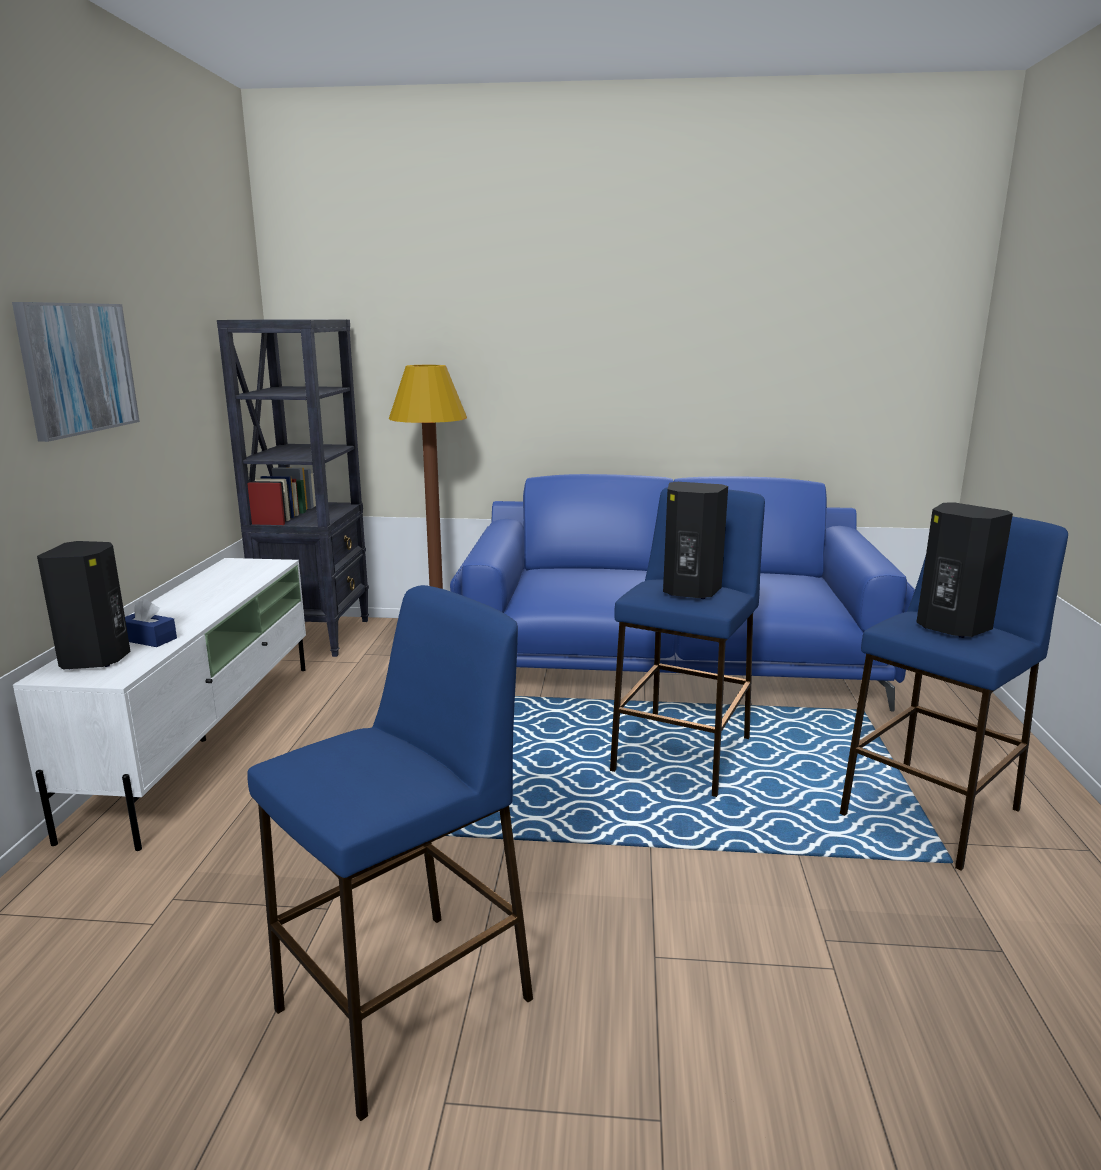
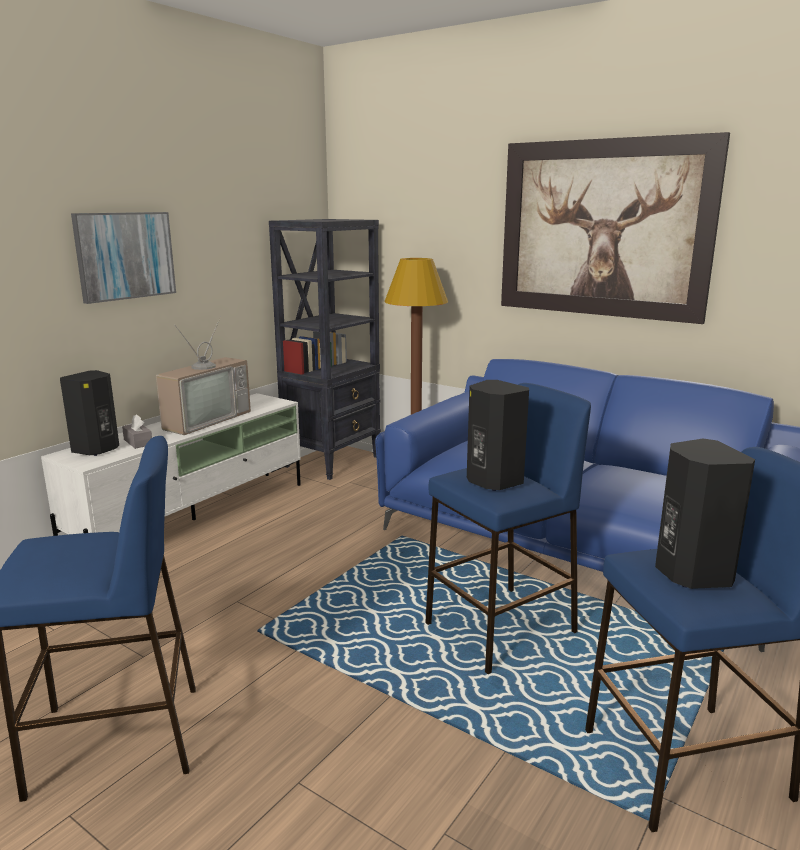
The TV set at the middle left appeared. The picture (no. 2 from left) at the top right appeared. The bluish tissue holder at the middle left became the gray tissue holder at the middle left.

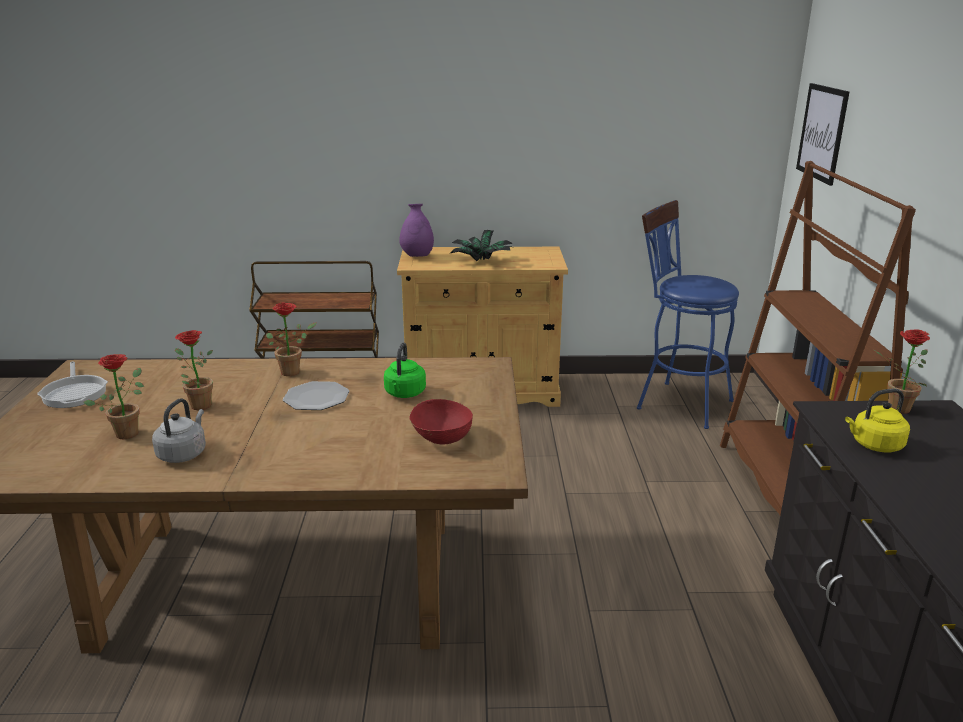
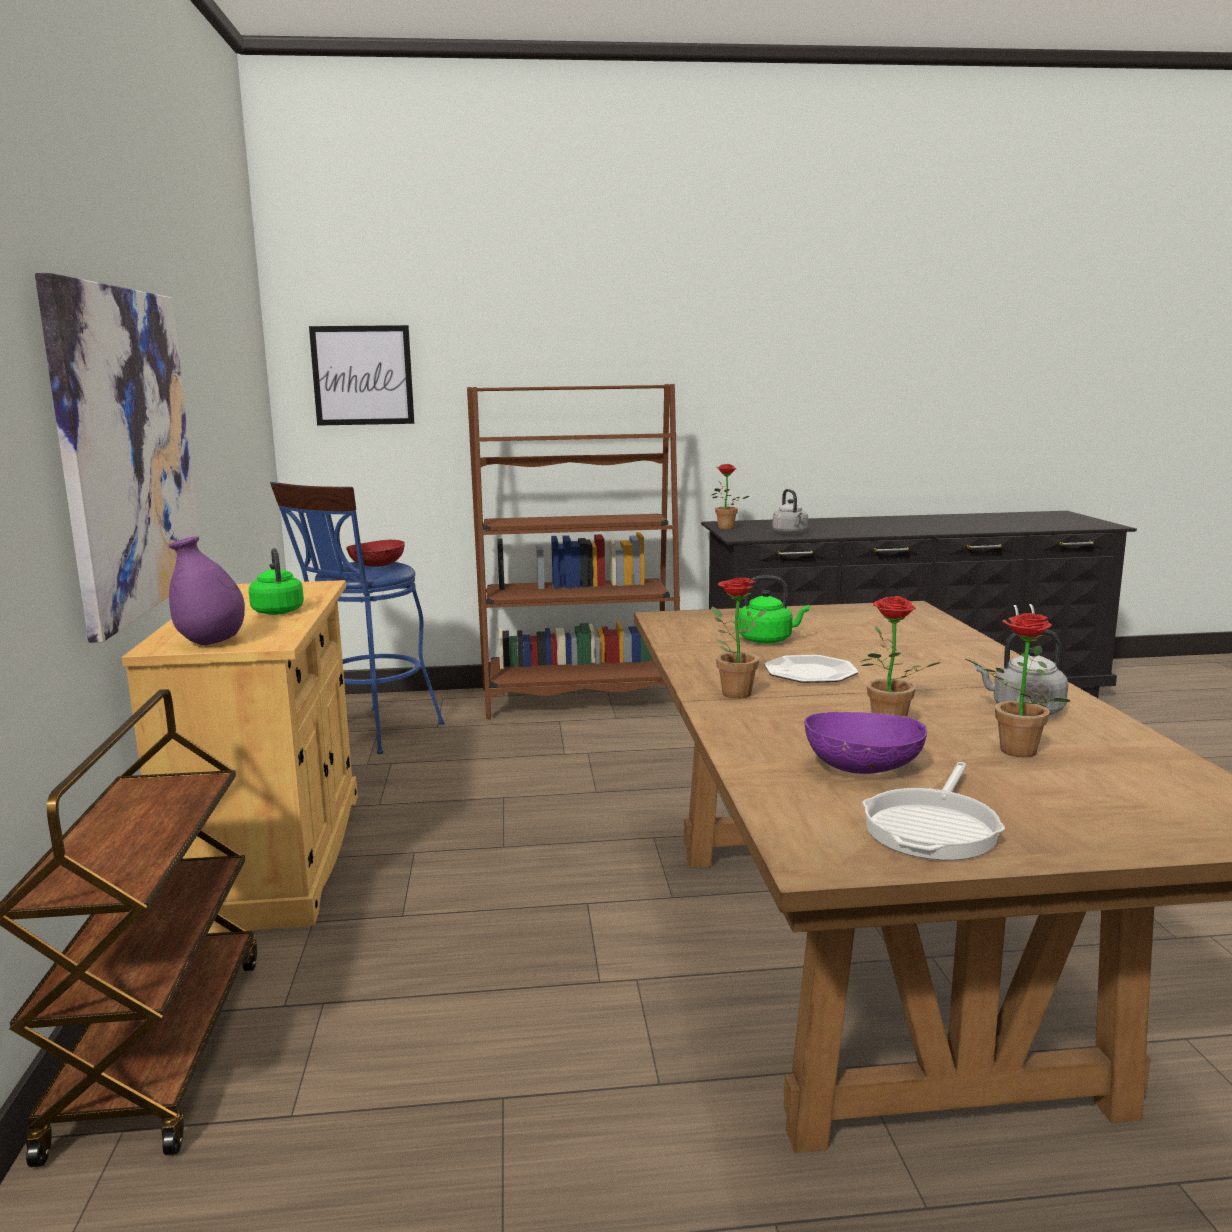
The picture (no. 1 from left) at the middle left appeared. The purplish deep dish at the middle right appeared. The reddish deep dish moved from the centre to the middle left. The houseplant (no. 4 from left) at the centre was replaced by the green-coloured kettle (no. 1 from left) at the middle left. The yellow-coloured kettle at the middle right became the gray kettle (no. 1 from left) at the centre. The frying pan at the middle left turned 150 degrees clockwise.

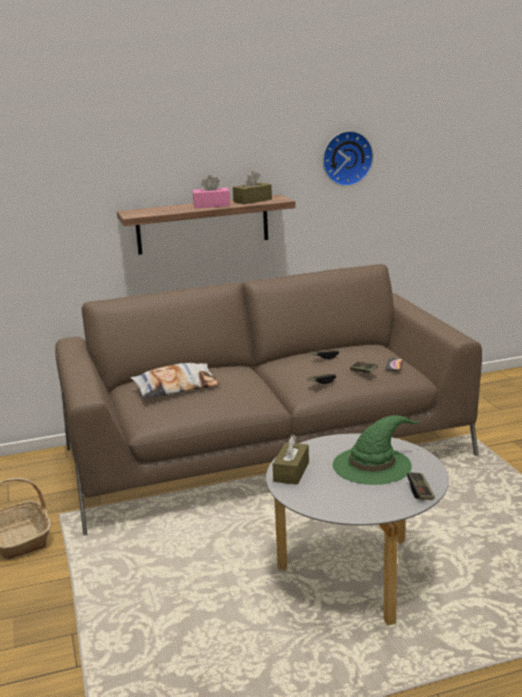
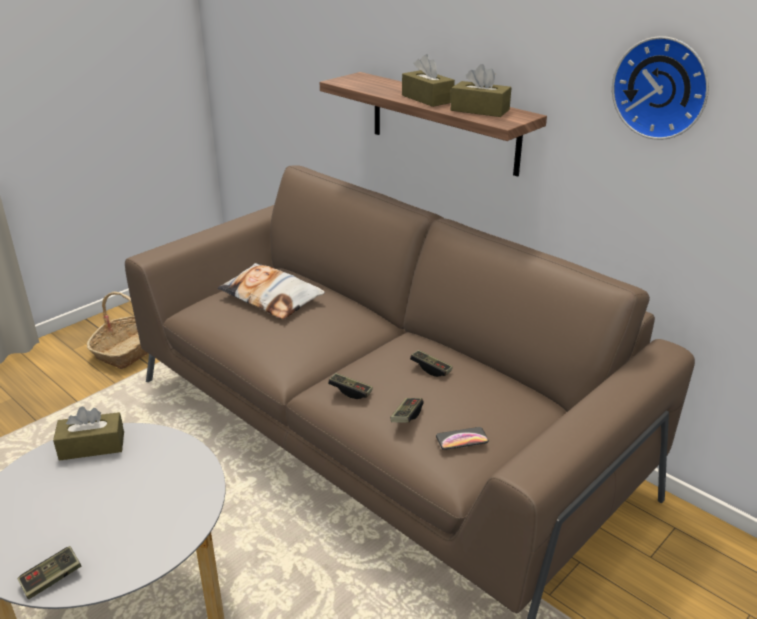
The green-coloured hat at the middle right disappeared. The pink-coloured tissue holder at the top centre became the brown tissue holder (no. 2 from left) at the top centre.

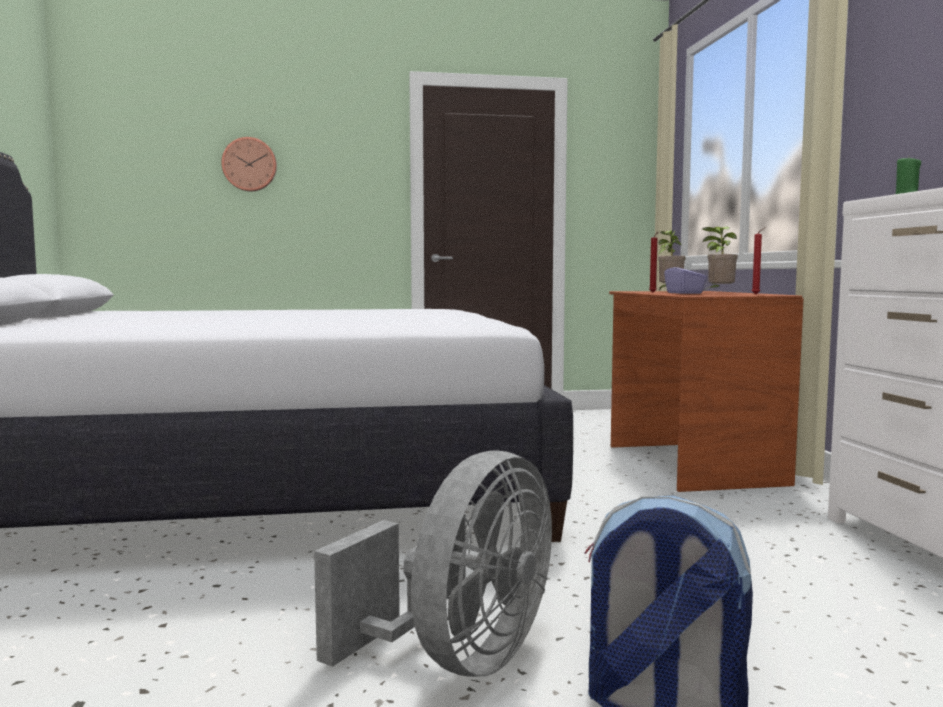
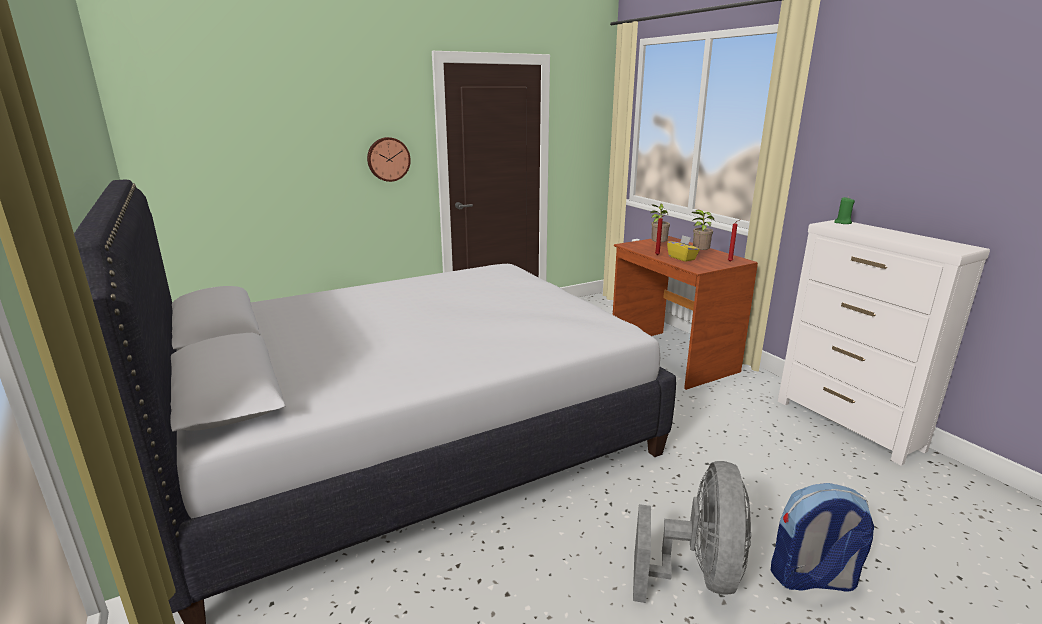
The wall clock moved from the top left to the top centre. The purplish tissue holder at the middle right became the yellow-coloured tissue holder at the centre.

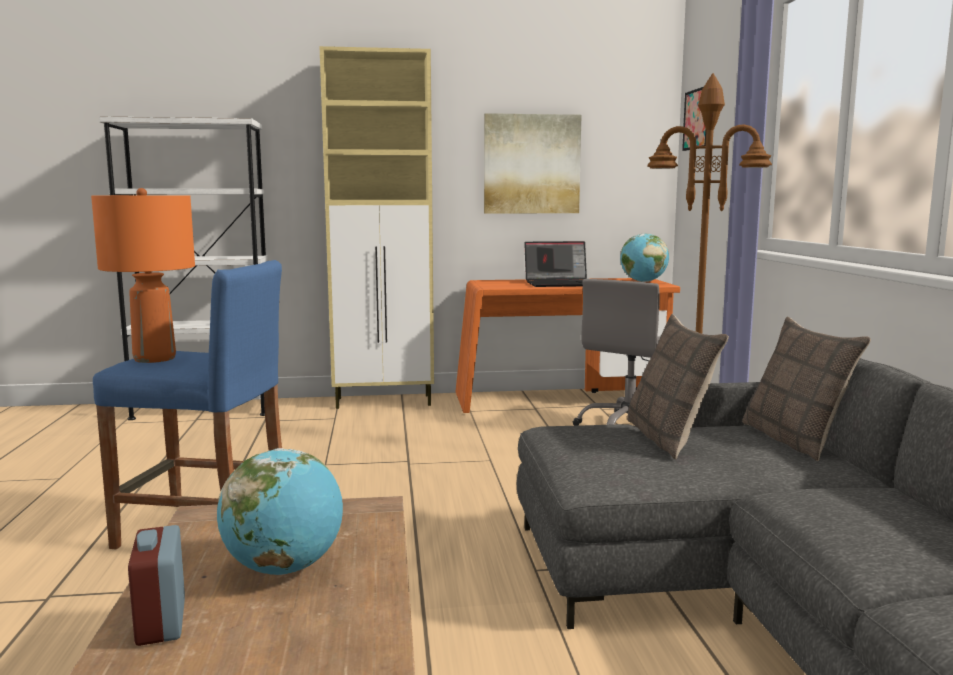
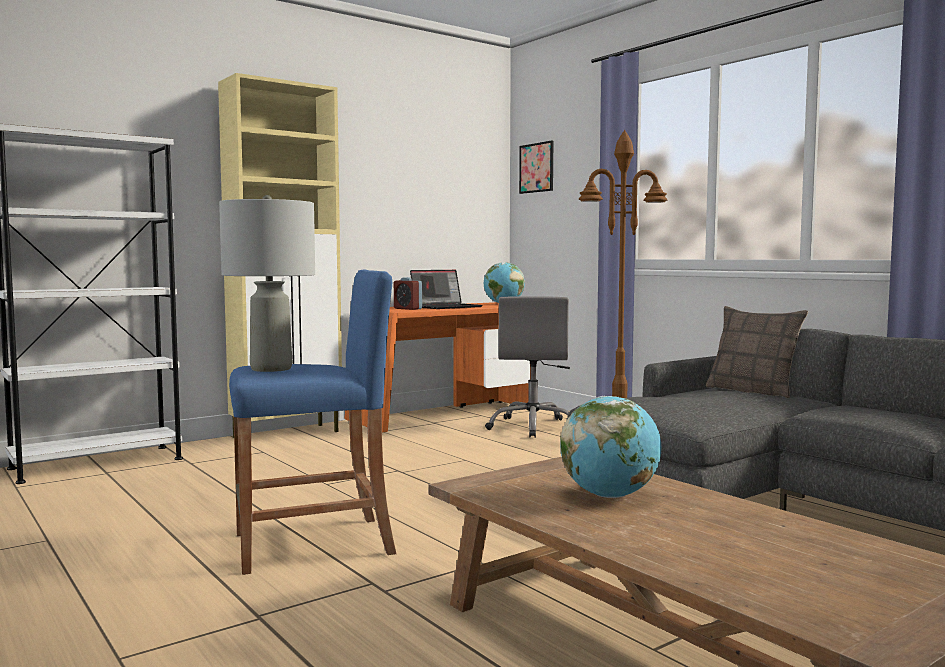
The picture (no. 1 from left) at the top centre disappeared. The cushion (no. 1 from left) at the middle right disappeared. The alarm clock moved from the bottom left to the centre. The orange-coloured tabletop lamp at the middle left became the gray tabletop lamp at the middle left.

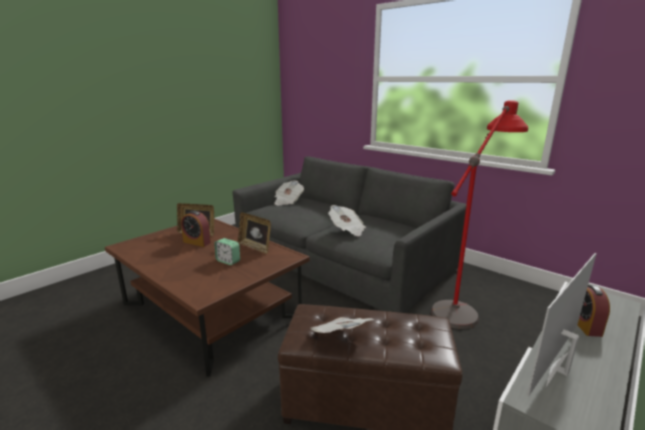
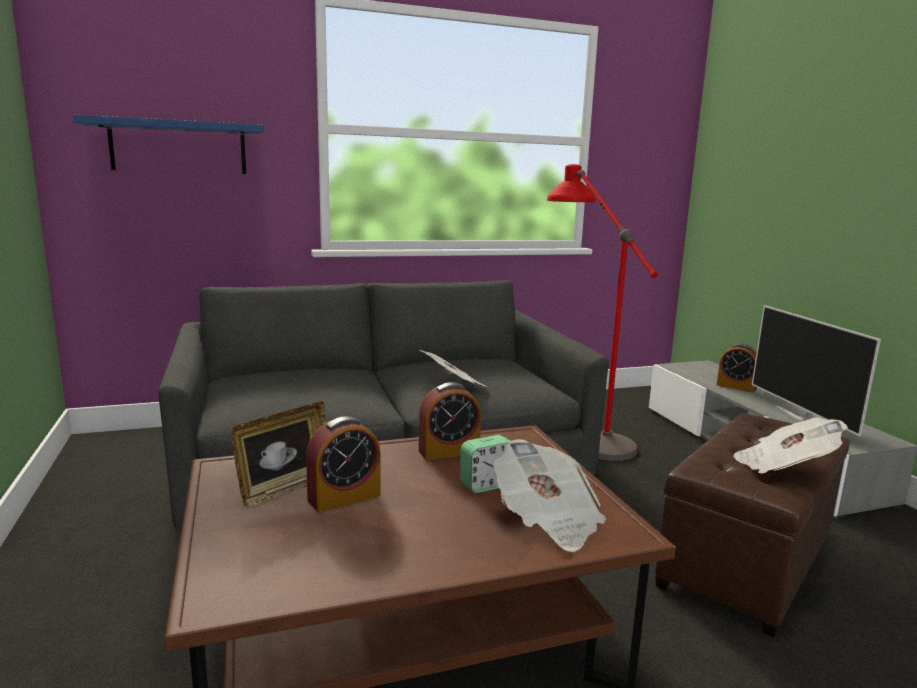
The bluish shelf at the top left appeared. The newspaper (no. 1 from left in the first image) moved from the centre to the bottom centre. The picture frame (no. 2 from left) at the centre was replaced by the alarm clock (no. 2 from left) at the centre.

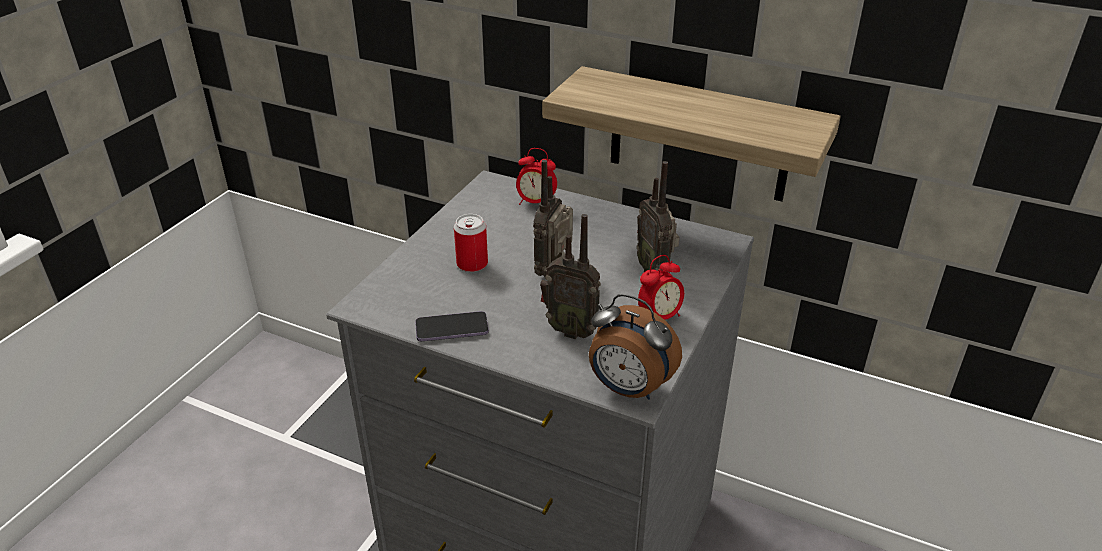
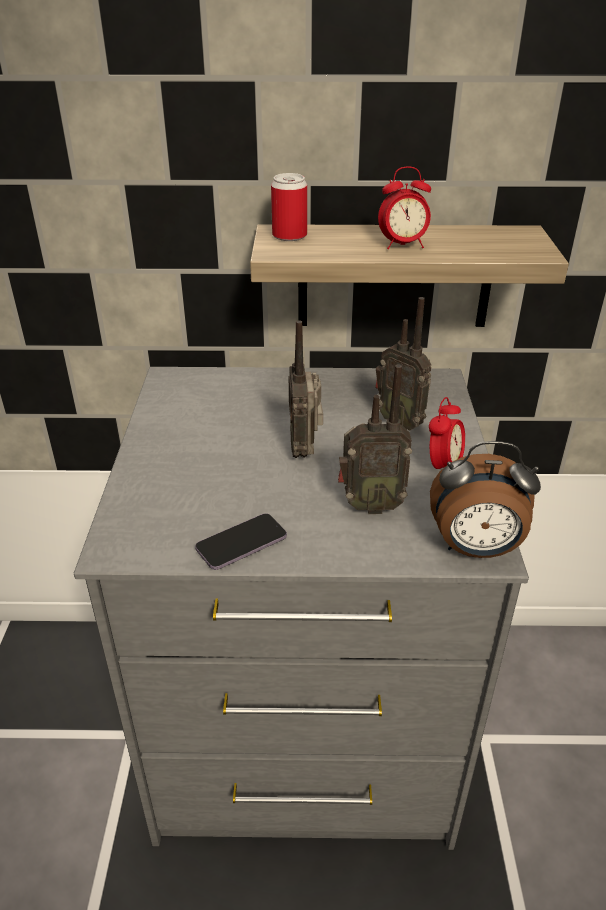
The can moved from the centre to the top centre. The alarm clock (no. 1 from left) moved from the top centre to the top right.

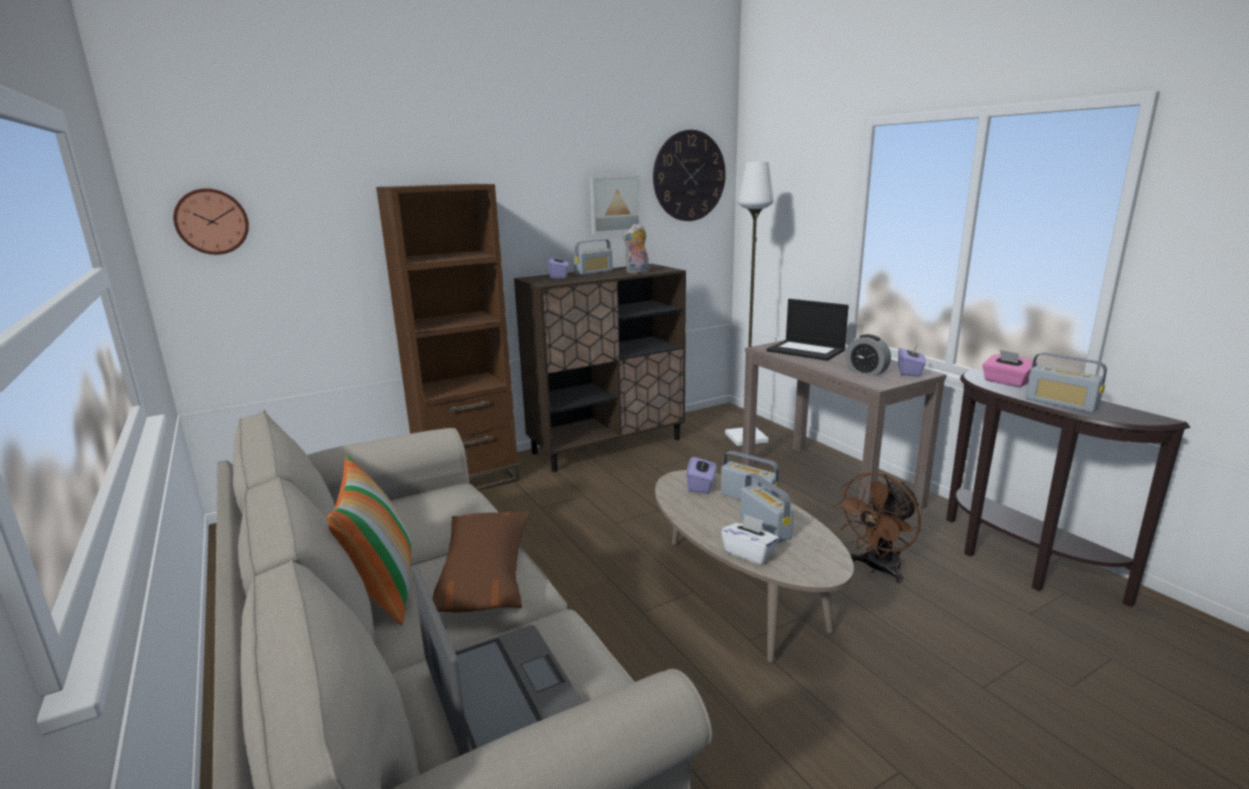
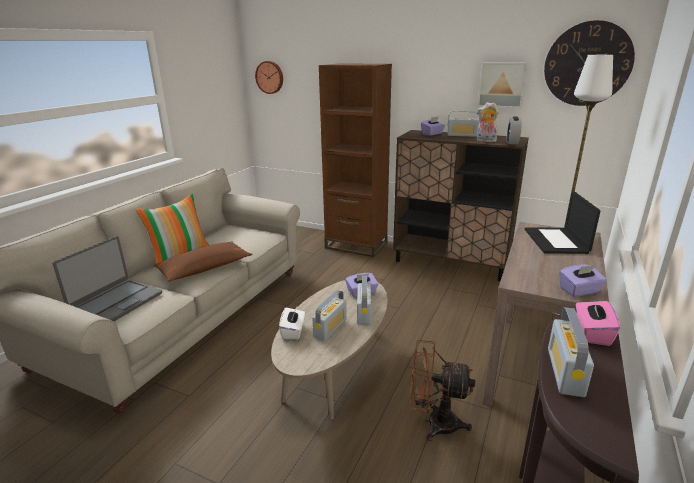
The alarm clock moved from the middle right to the top right.

